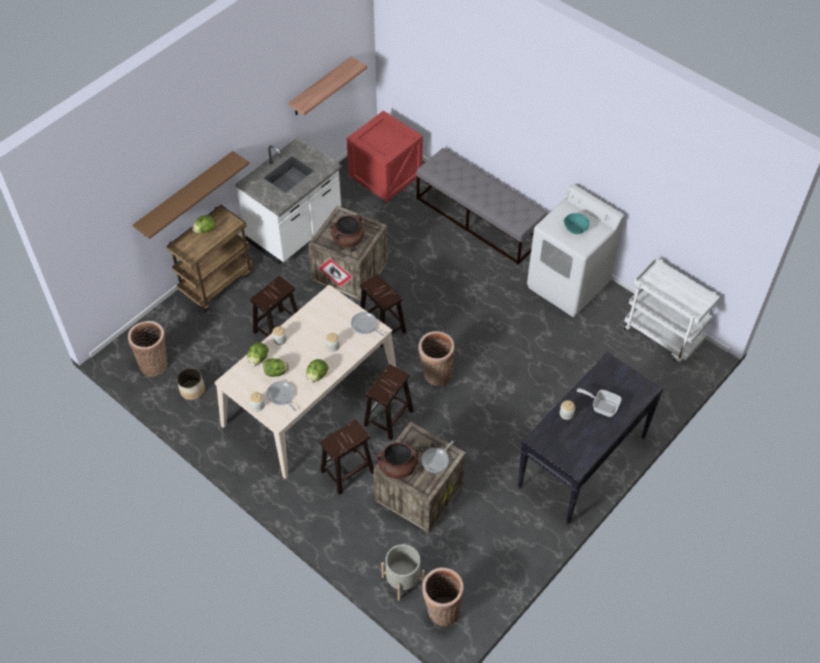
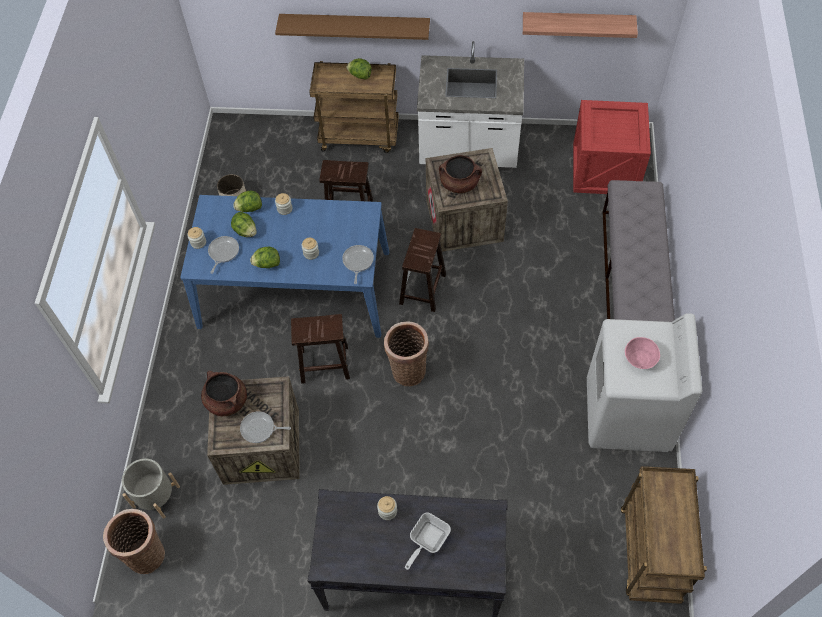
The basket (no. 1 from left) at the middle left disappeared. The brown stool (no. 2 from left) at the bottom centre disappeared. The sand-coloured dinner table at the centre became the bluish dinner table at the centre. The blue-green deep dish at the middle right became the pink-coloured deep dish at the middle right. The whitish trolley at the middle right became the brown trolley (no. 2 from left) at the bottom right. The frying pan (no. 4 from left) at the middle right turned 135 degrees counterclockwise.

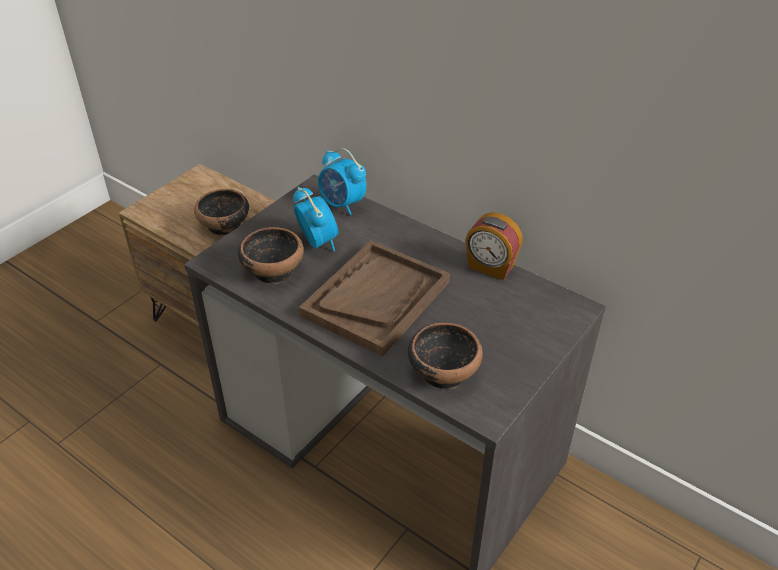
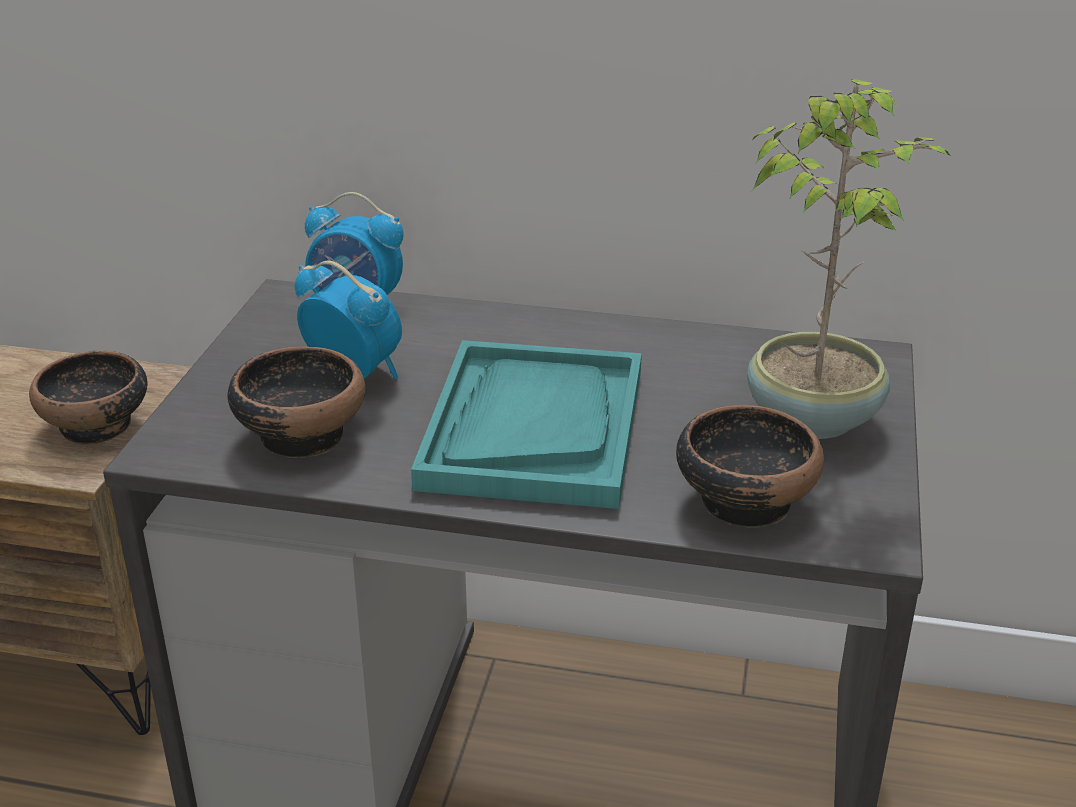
The alarm clock (no. 3 from left) at the centre disappeared. The houseplant at the top right appeared. The brown tray at the centre became the blue-green tray at the centre.

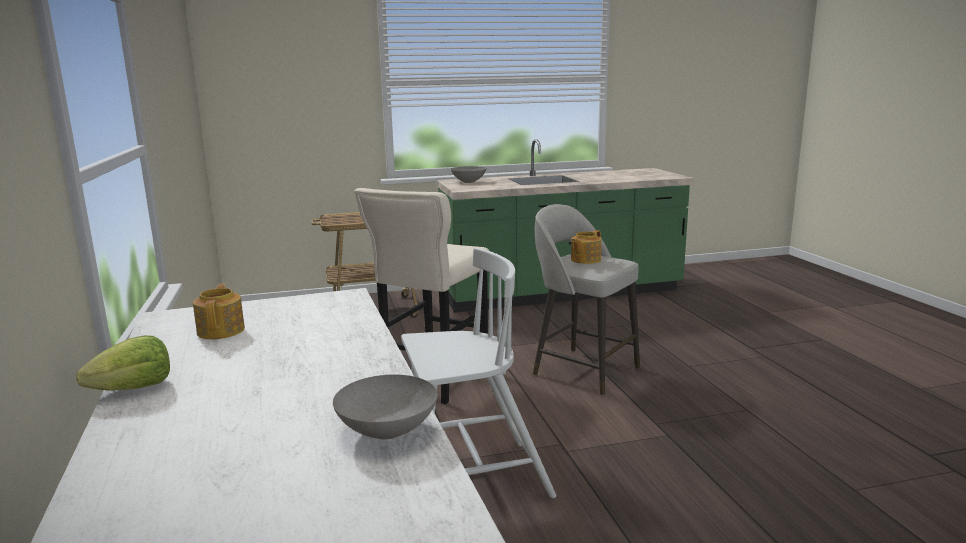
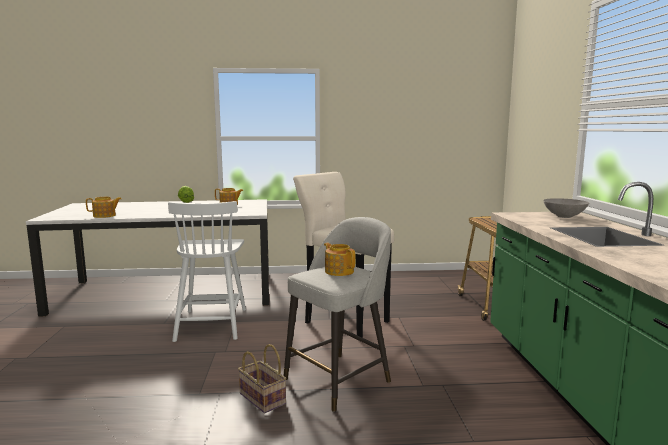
The basket at the bottom centre appeared. The gray deep dish (no. 1 from left) at the bottom centre was replaced by the pot for tea (no. 1 from left) at the middle left.

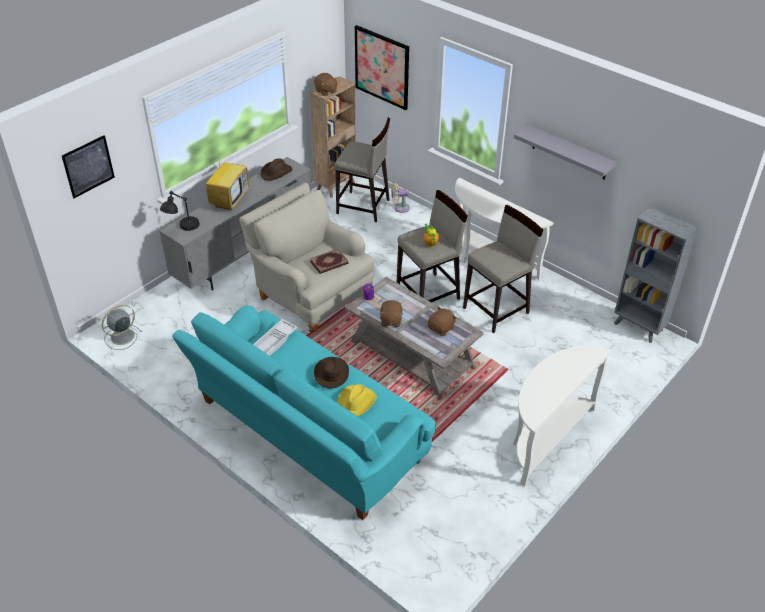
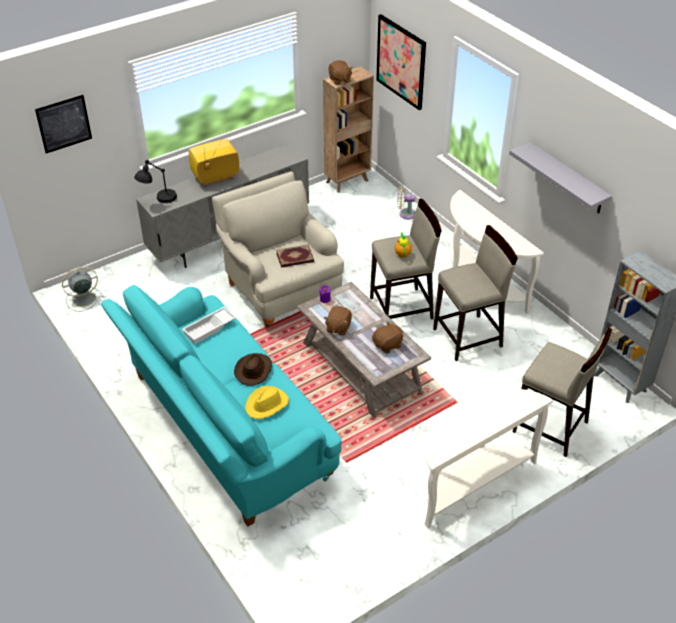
The brown hat (no. 1 from left) at the top centre disappeared. The sand-coloured stool (no. 1 from left in the first image) moved from the top centre to the middle right. The TV set at the top left turned 150 degrees counterclockwise.

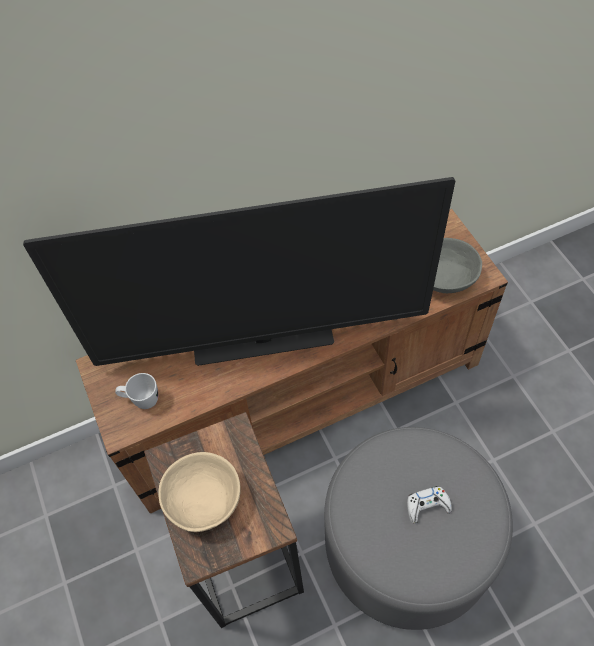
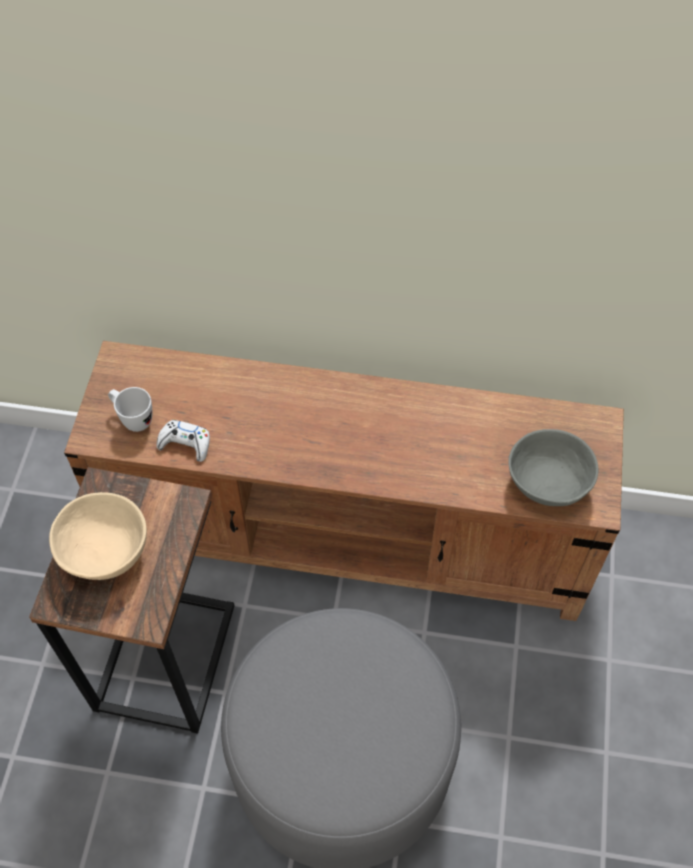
The TV set at the centre disappeared. The whitish game controller moved from the bottom right to the middle left.

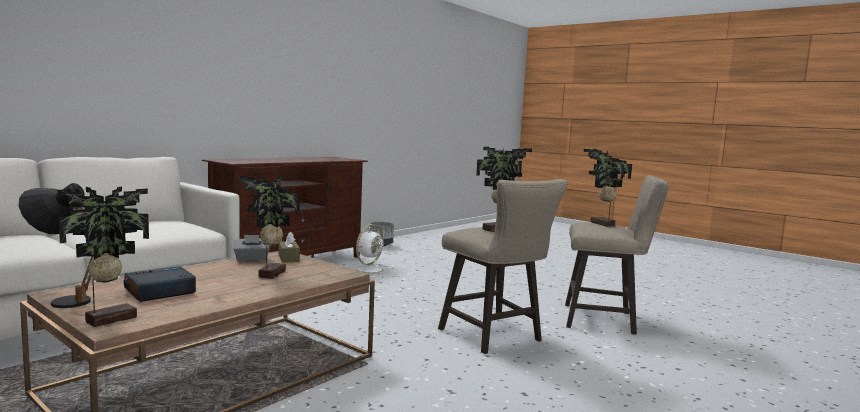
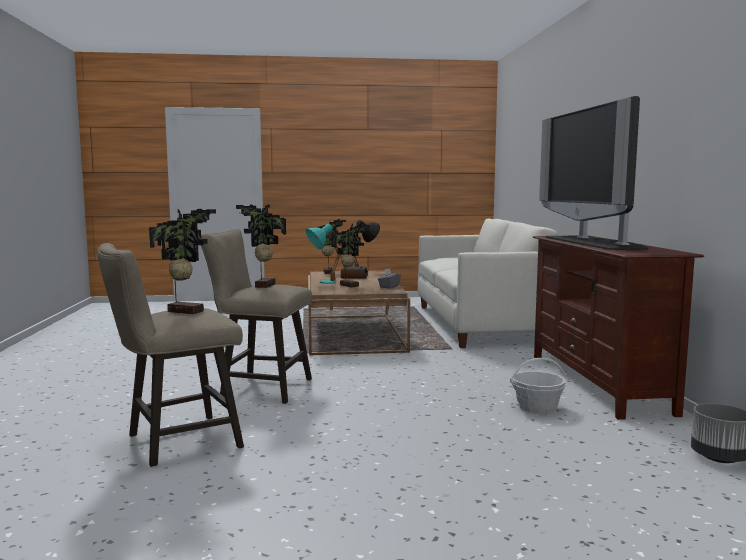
The brown tissue holder at the centre disappeared. The blue-green tabletop lamp at the centre appeared. The TV set at the top right appeared. The whitish electric fan at the centre was replaced by the basket at the bottom right.

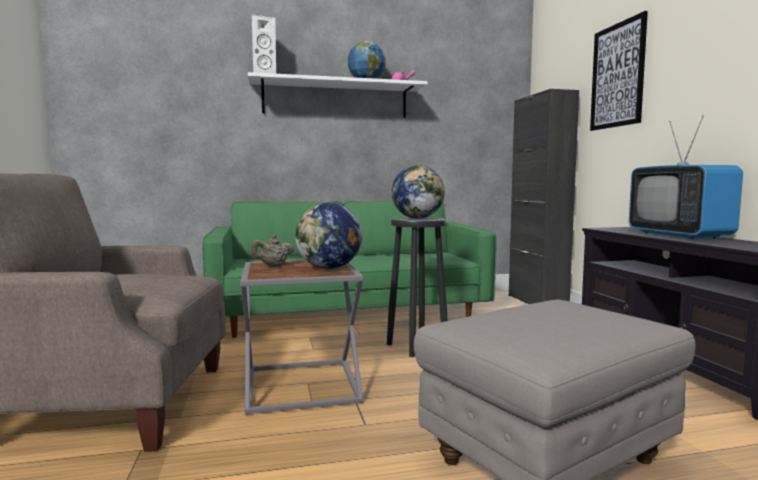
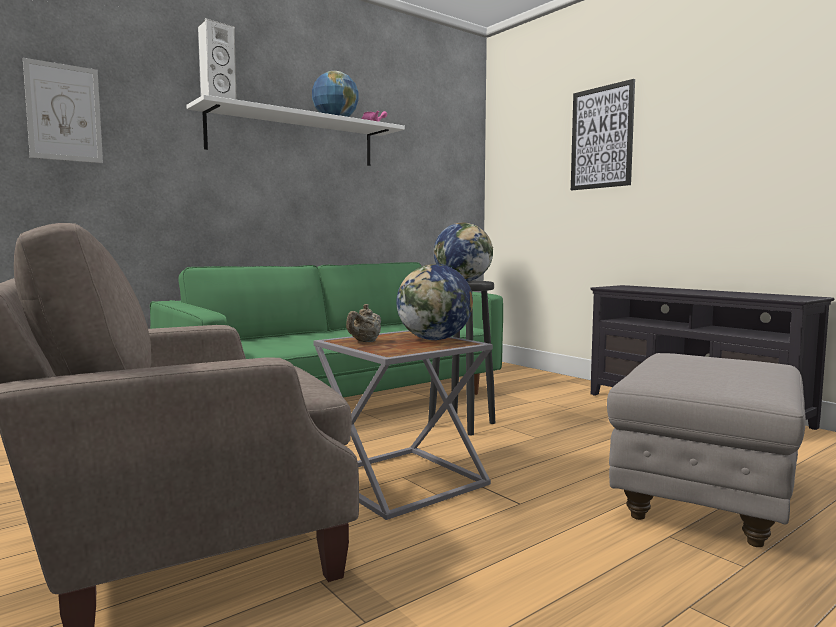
The blackish cupboard at the middle right disappeared. The TV set at the middle right disappeared. The picture (no. 1 from left) at the top left appeared.

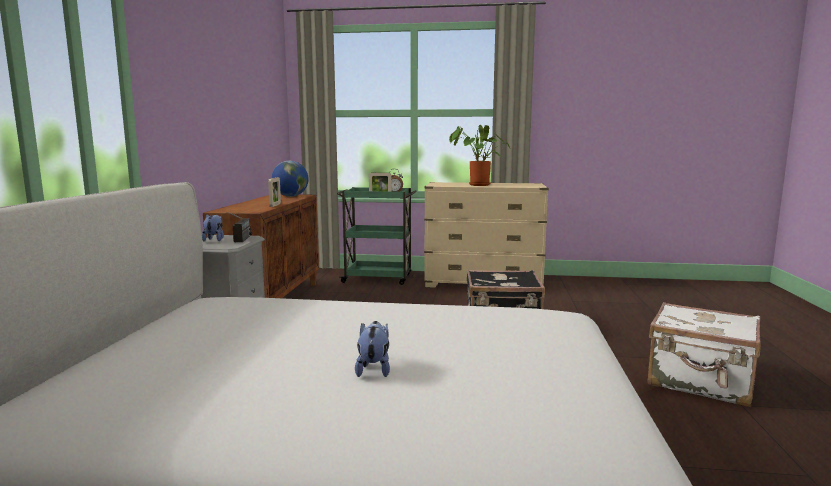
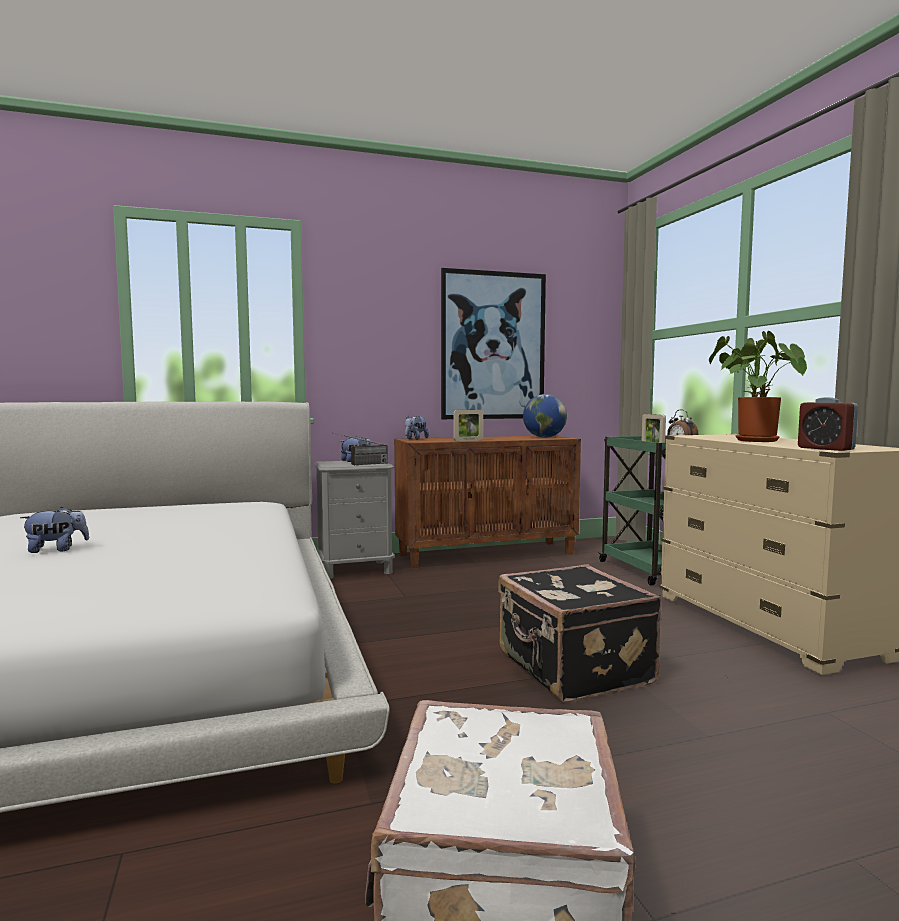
The cuddly toy (no. 3 from left) at the centre appeared. The picture at the centre appeared. The alarm clock (no. 2 from left) at the middle right appeared.

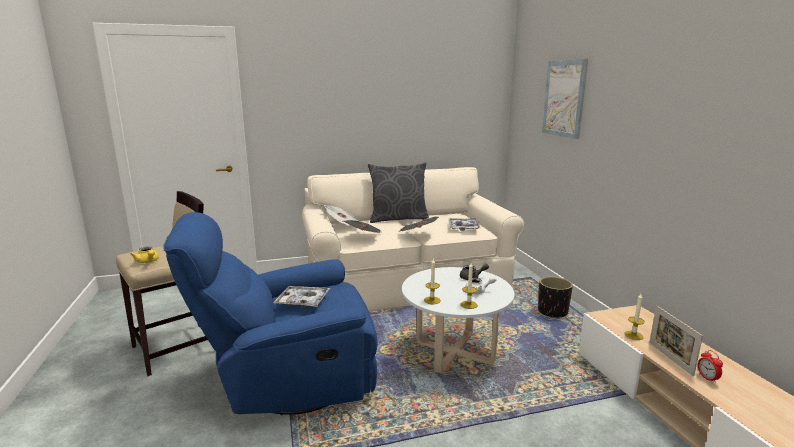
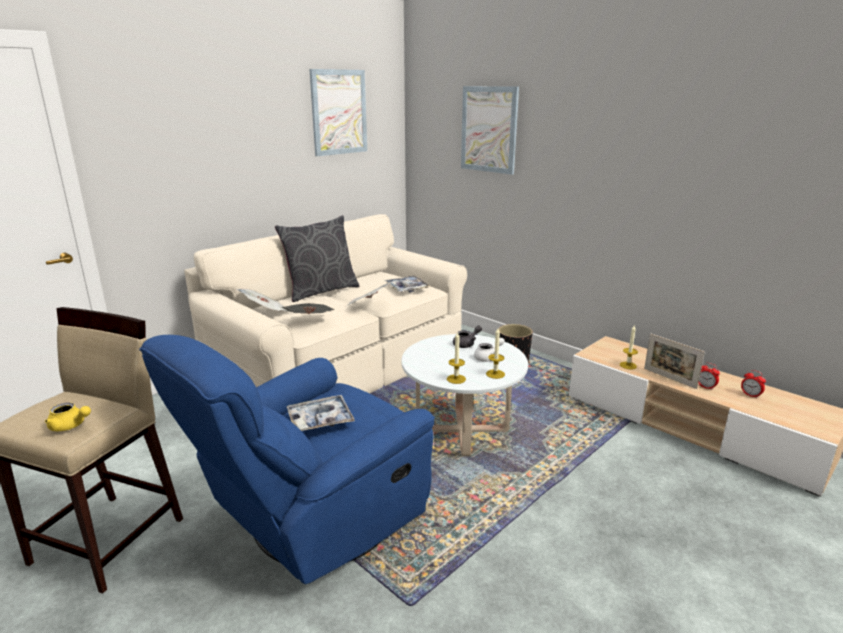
The picture (no. 1 from left) at the top centre appeared. The alarm clock (no. 2 from left) at the middle right appeared.

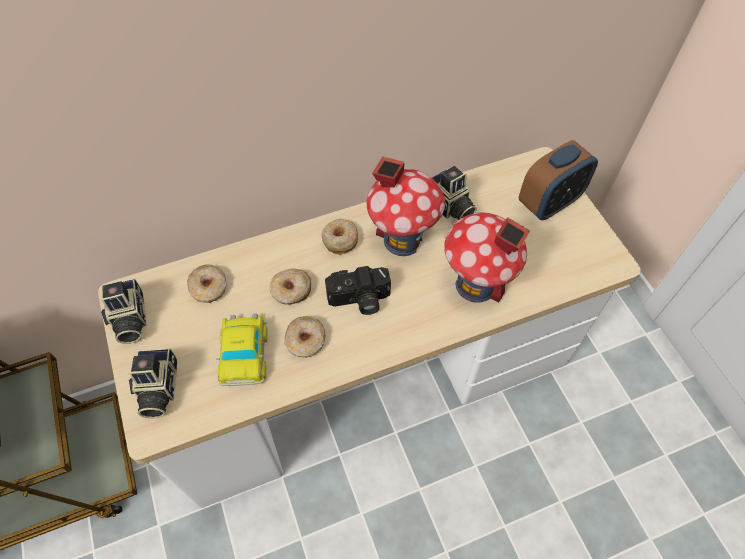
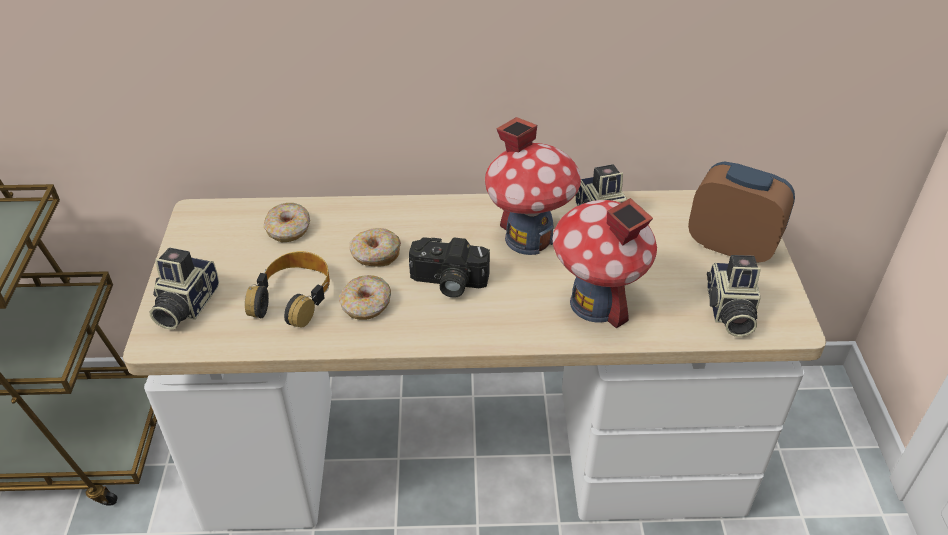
The donut (no. 4 from left) at the centre disappeared. The photo camera (no. 1 from left in the first image) moved from the middle left to the middle right. The toy car at the middle left was replaced by the headphones at the middle left. The alarm clock at the top right turned 135 degrees counterclockwise.

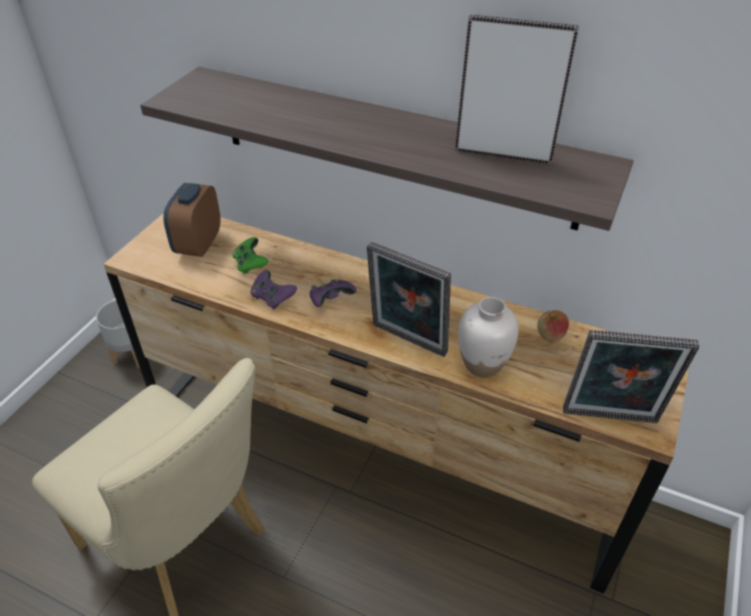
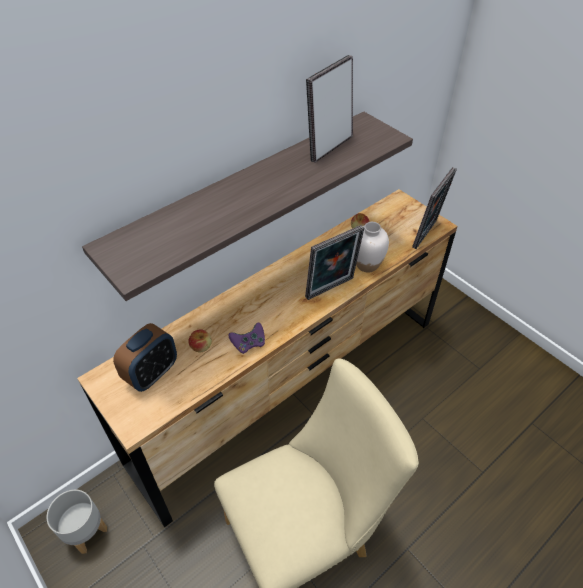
The purplish game controller (no. 2 from left) at the centre disappeared. The green-coloured game controller at the middle left was replaced by the apple (no. 1 from left) at the centre. The alarm clock at the middle left turned 90 degrees counterclockwise.

